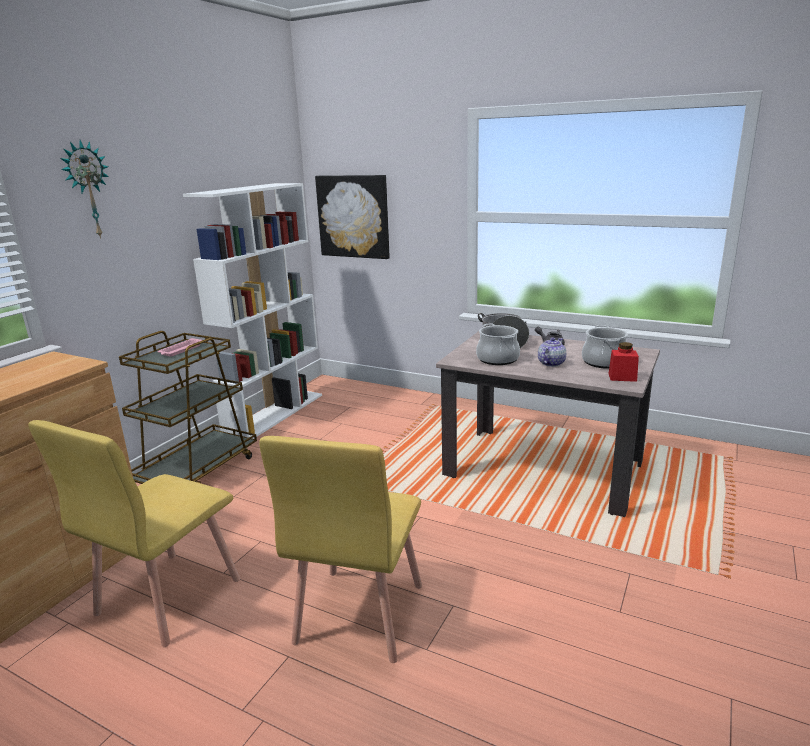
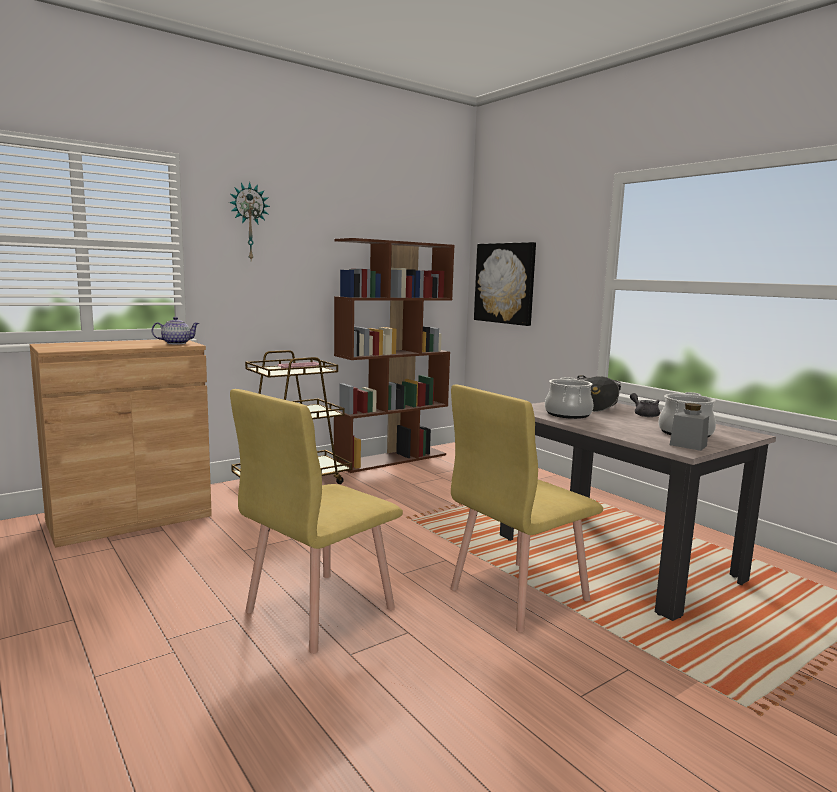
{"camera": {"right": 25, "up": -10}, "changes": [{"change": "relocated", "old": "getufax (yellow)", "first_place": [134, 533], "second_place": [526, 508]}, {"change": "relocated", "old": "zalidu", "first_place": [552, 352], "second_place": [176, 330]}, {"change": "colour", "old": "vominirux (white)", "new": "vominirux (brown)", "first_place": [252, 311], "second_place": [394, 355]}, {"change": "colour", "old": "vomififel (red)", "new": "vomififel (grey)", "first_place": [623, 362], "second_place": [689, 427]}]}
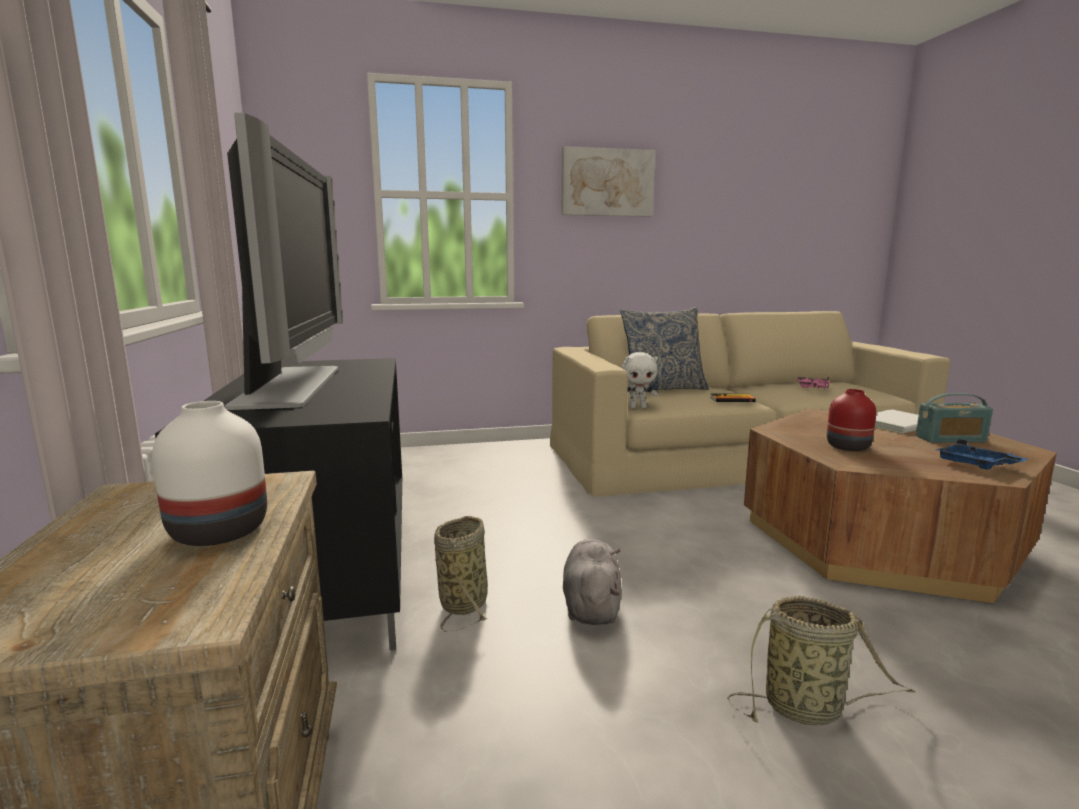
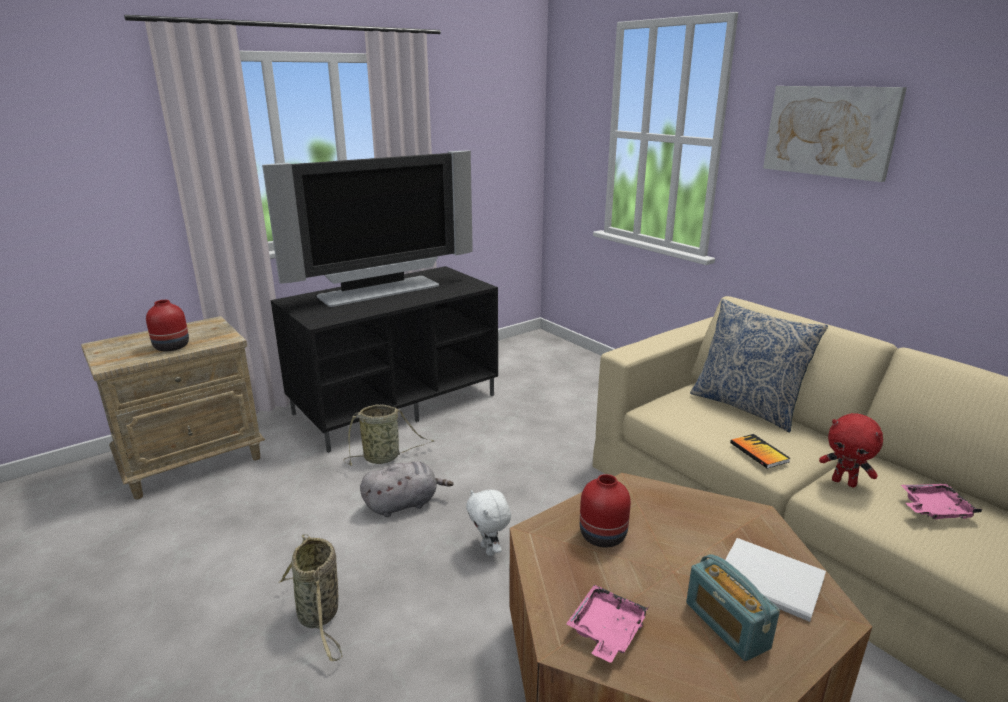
{"camera": {"right": 65, "up": 10}, "changes": [{"change": "appeared", "new": "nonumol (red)", "second_place": [851, 450]}, {"change": "relocated", "old": "nonumol (white)", "first_place": [640, 380], "second_place": [488, 523]}, {"change": "colour", "old": "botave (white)", "new": "botave (red)", "first_place": [209, 473], "second_place": [167, 325]}, {"change": "colour", "old": "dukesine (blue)", "new": "dukesine (pink)", "first_place": [982, 454], "second_place": [607, 624]}]}
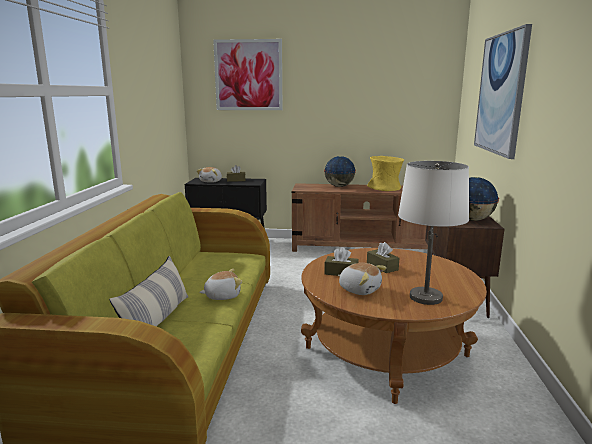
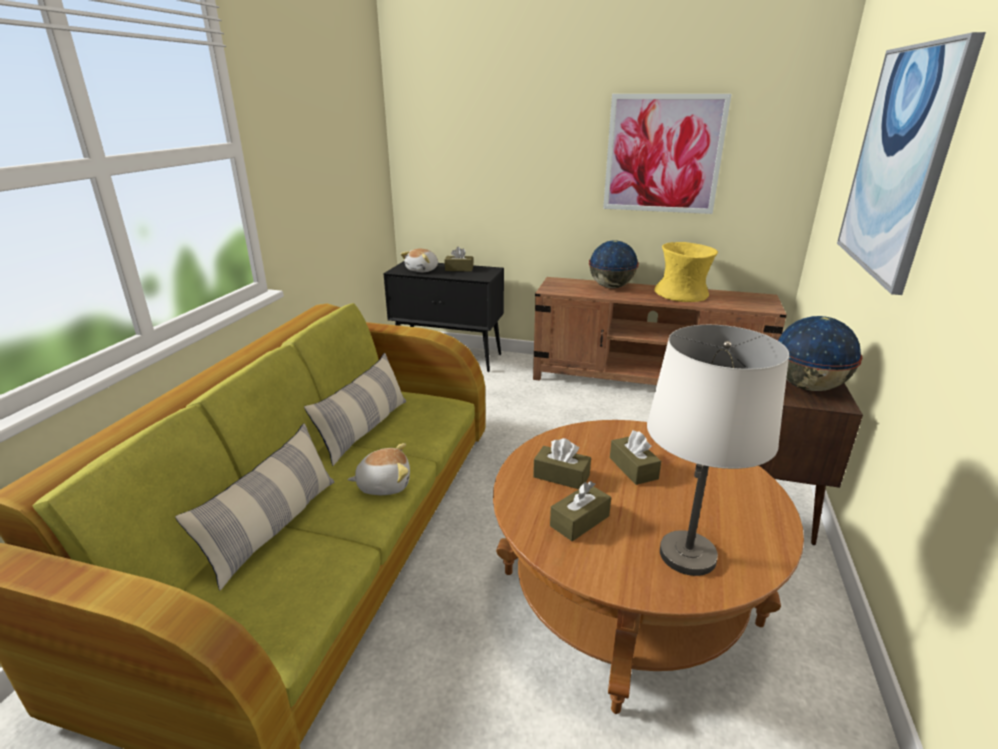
{"camera": {"right": 10, "up": 10}, "changes": [{"change": "appeared", "new": "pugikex", "second_place": [355, 409]}, {"change": "relocated", "old": "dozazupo", "first_place": [247, 74], "second_place": [667, 154]}, {"change": "exchanged", "old": "nonumol", "new": "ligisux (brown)", "first_place": [362, 279], "second_place": [580, 511]}]}
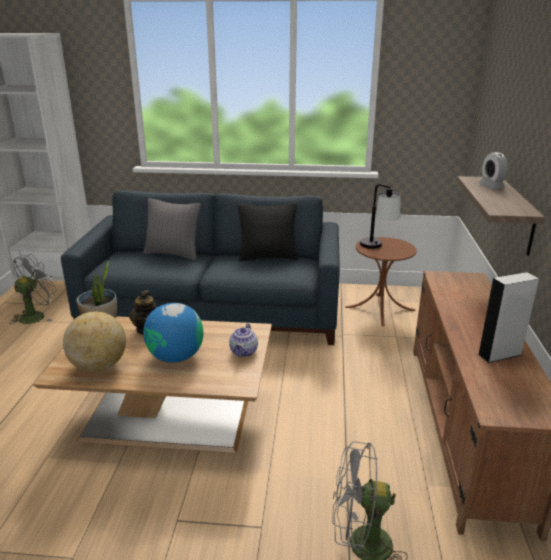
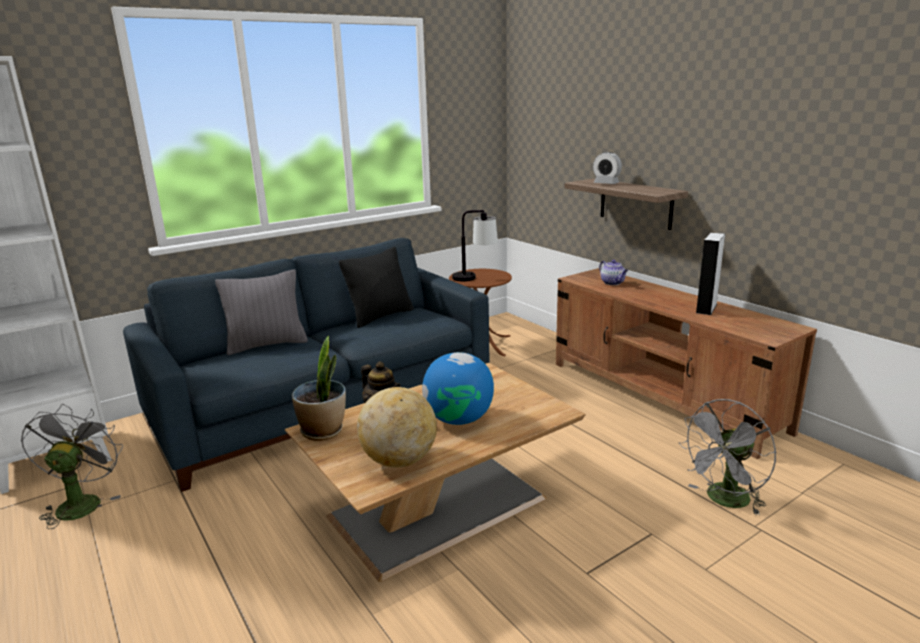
{"camera": {"right": -40, "up": -5}, "changes": [{"change": "relocated", "old": "zalidu", "first_place": [243, 340], "second_place": [613, 272]}]}
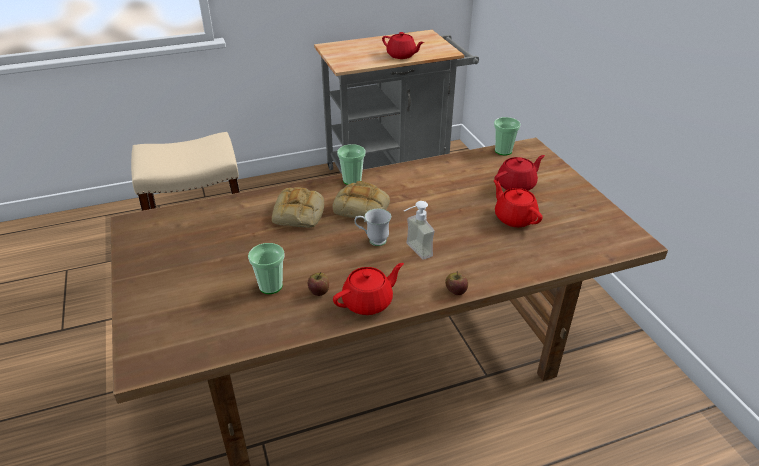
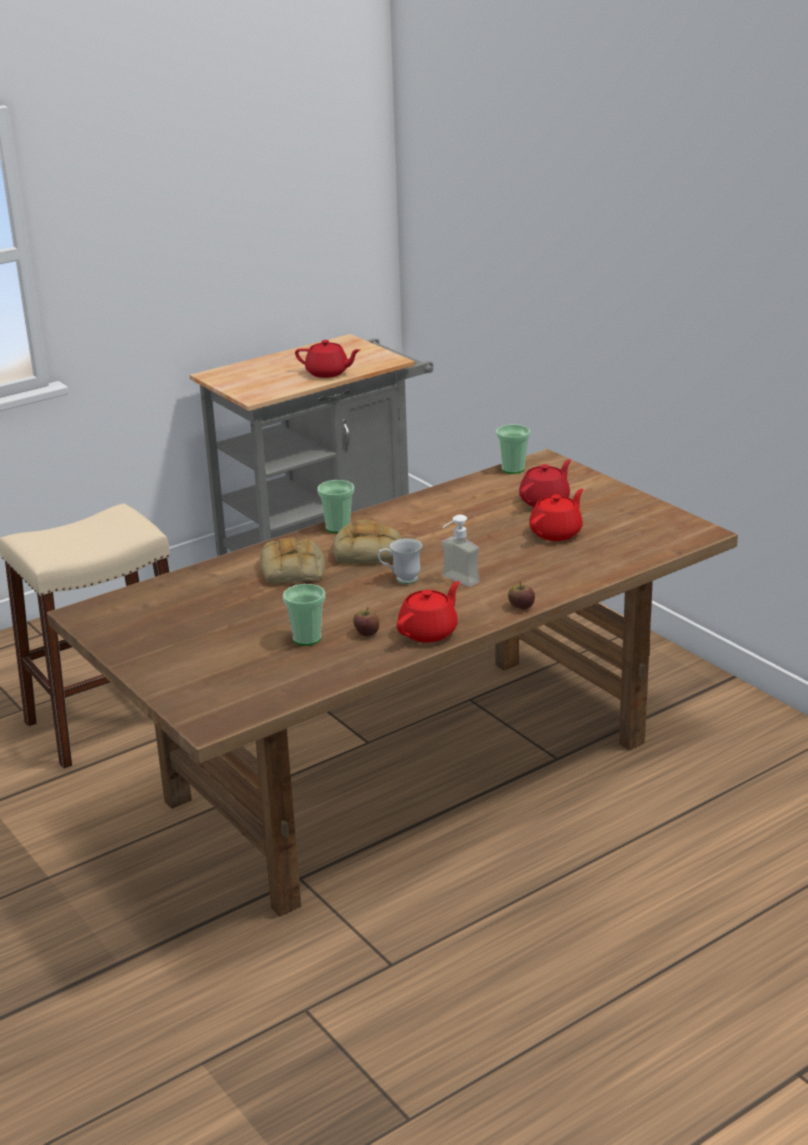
{"camera": {"right": -15, "up": -10}, "changes": [{"change": "spun", "old": "zalidu (red)", "first_place": [517, 203], "second_place": [556, 515], "degrees": 90}]}
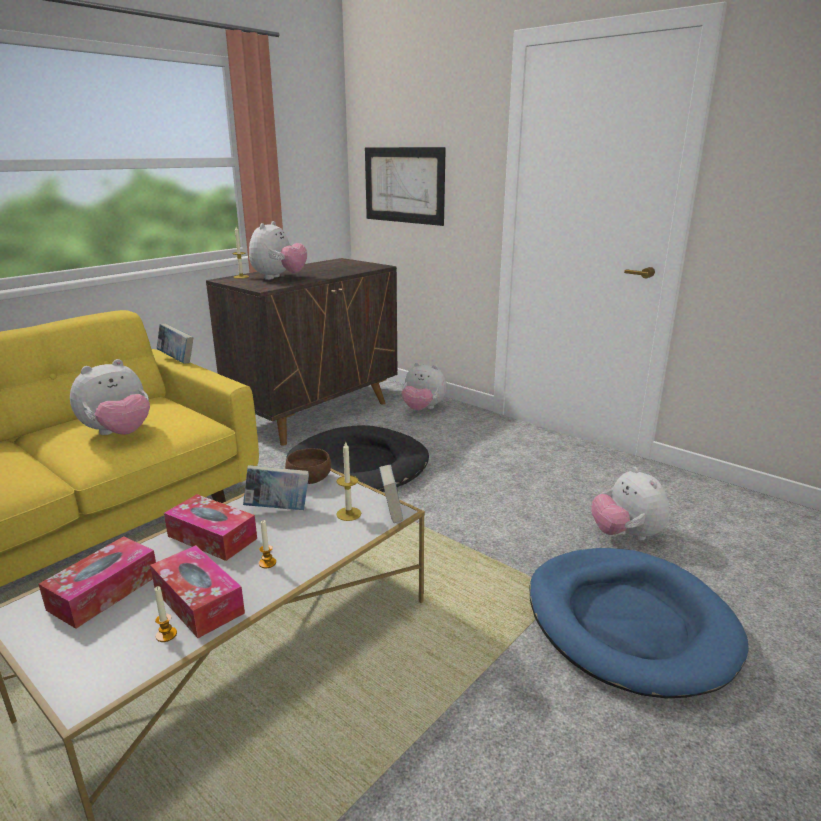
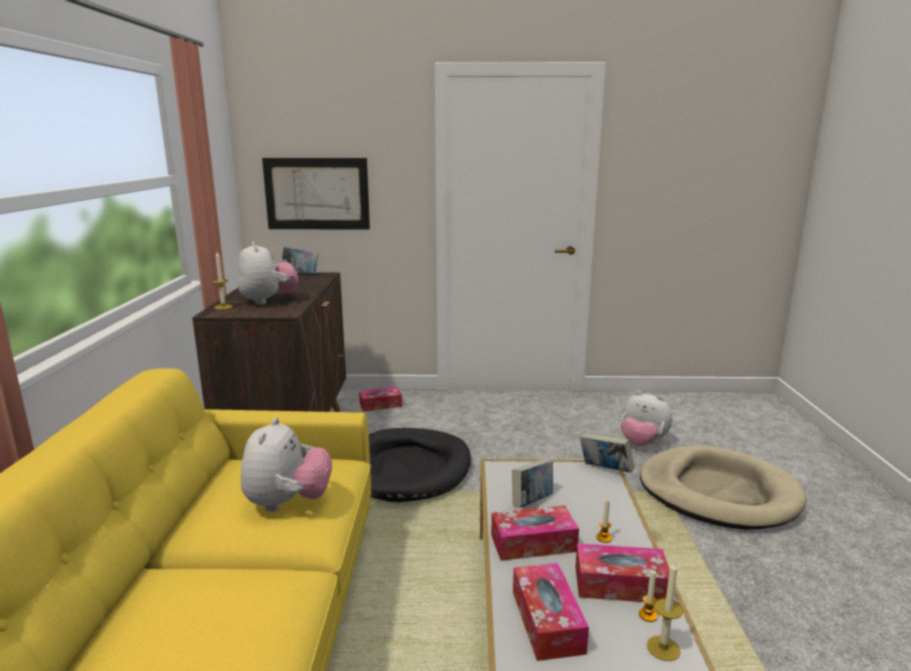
{"camera": {"right": -40, "up": -5}, "changes": [{"change": "missing", "old": "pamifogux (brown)", "first_place": [308, 466]}, {"change": "relocated", "old": "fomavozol", "first_place": [175, 344], "second_place": [300, 260]}, {"change": "relocated", "old": "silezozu", "first_place": [348, 481], "second_place": [665, 610]}, {"change": "exchanged", "old": "nonumol", "new": "ligisux", "first_place": [424, 387], "second_place": [380, 399]}, {"change": "colour", "old": "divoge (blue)", "new": "divoge (beige)", "first_place": [639, 623], "second_place": [723, 488]}]}
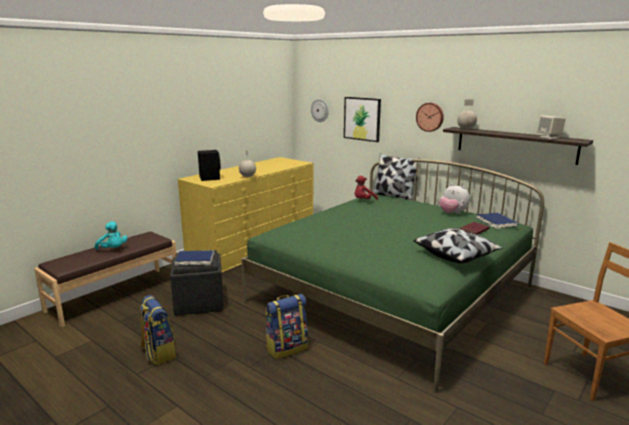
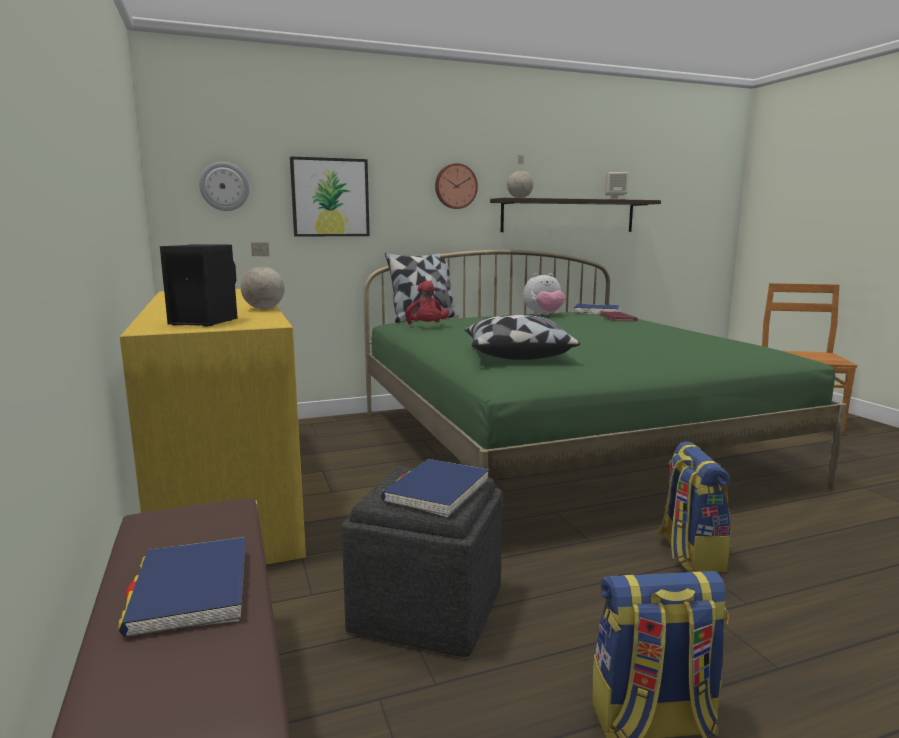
{"camera": {"right": -60, "up": -5}, "changes": [{"change": "relocated", "old": "pugikex", "first_place": [458, 245], "second_place": [522, 337]}, {"change": "exchanged", "old": "nonumol (turquoise)", "new": "fomavozol (blue)", "first_place": [111, 235], "second_place": [182, 587]}]}
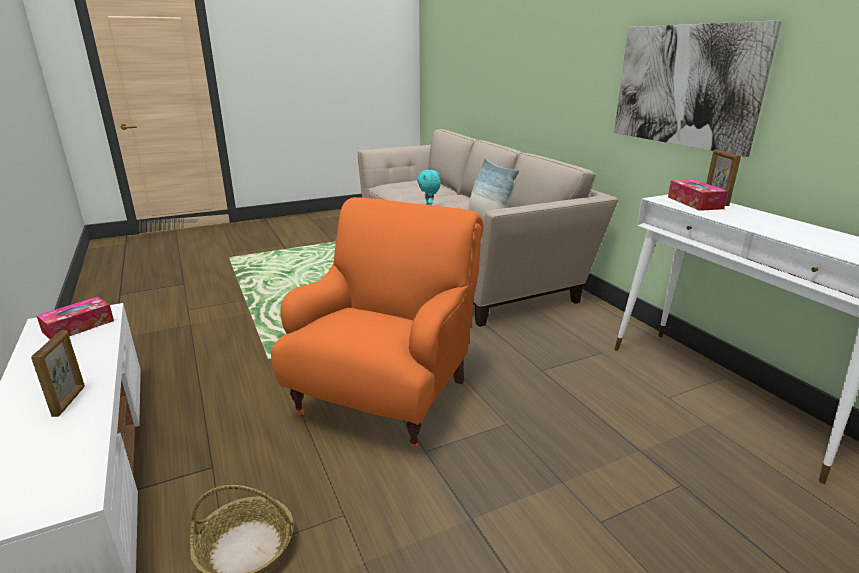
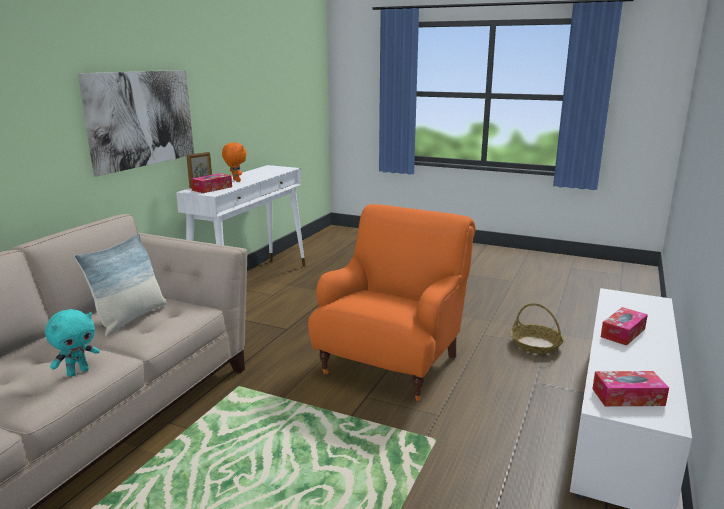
{"camera": {"right": -130, "up": -5}, "changes": [{"change": "appeared", "new": "nonumol (orange)", "second_place": [234, 162]}, {"change": "exchanged", "old": "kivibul", "new": "ligisux", "first_place": [58, 373], "second_place": [624, 326]}, {"change": "spun", "old": "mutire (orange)", "first_place": [377, 323], "second_place": [391, 302], "degrees": 135}]}
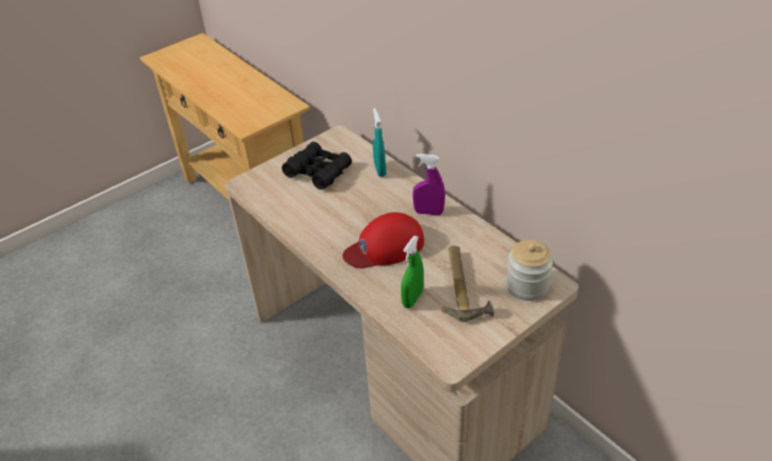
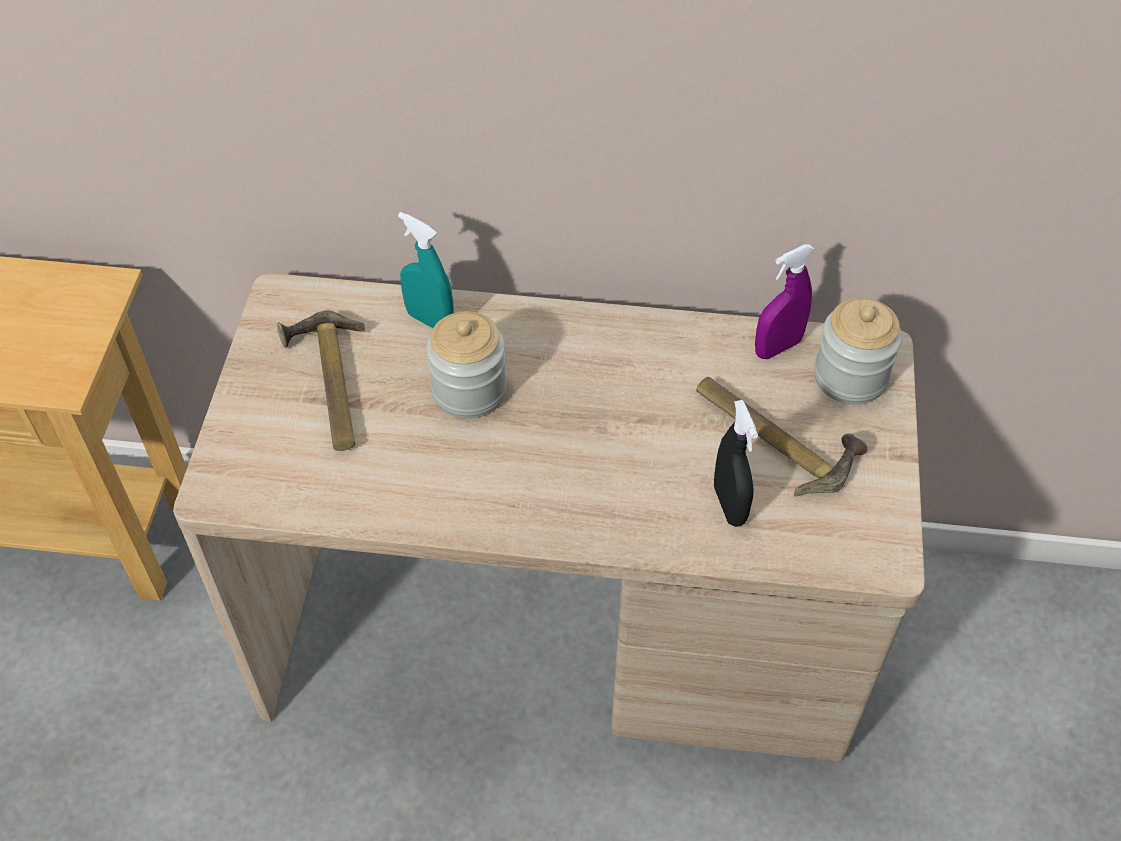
{"camera": {"right": -45, "up": 10}, "changes": [{"change": "missing", "old": "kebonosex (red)", "first_place": [383, 240]}, {"change": "appeared", "new": "vomififel", "second_place": [466, 365]}, {"change": "relocated", "old": "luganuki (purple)", "first_place": [429, 184], "second_place": [785, 301]}, {"change": "exchanged", "old": "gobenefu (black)", "new": "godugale", "first_place": [317, 166], "second_place": [321, 380]}, {"change": "colour", "old": "luganuki (green)", "new": "luganuki (black)", "first_place": [412, 272], "second_place": [736, 463]}]}
